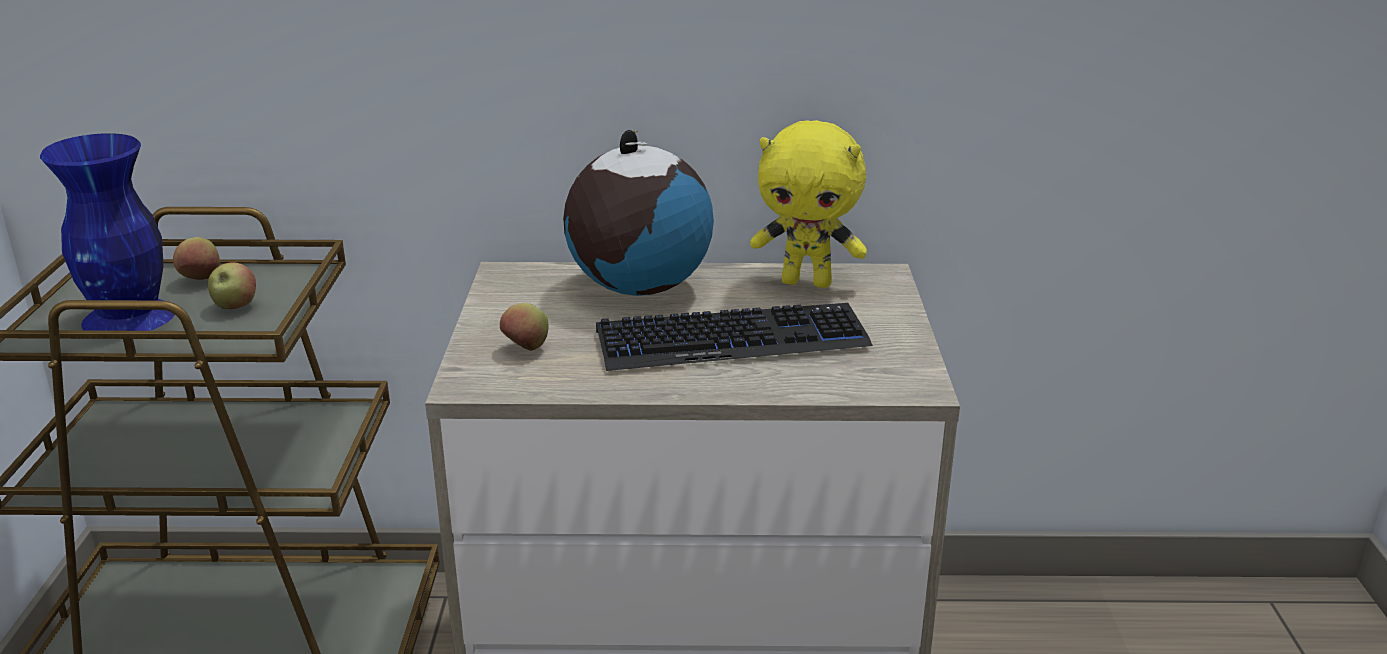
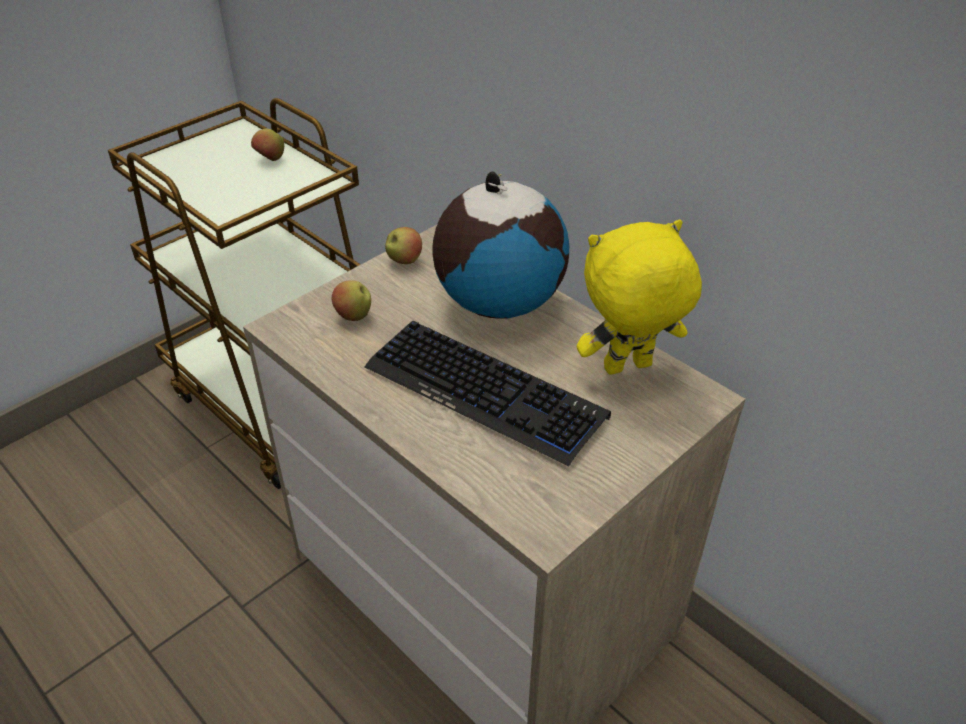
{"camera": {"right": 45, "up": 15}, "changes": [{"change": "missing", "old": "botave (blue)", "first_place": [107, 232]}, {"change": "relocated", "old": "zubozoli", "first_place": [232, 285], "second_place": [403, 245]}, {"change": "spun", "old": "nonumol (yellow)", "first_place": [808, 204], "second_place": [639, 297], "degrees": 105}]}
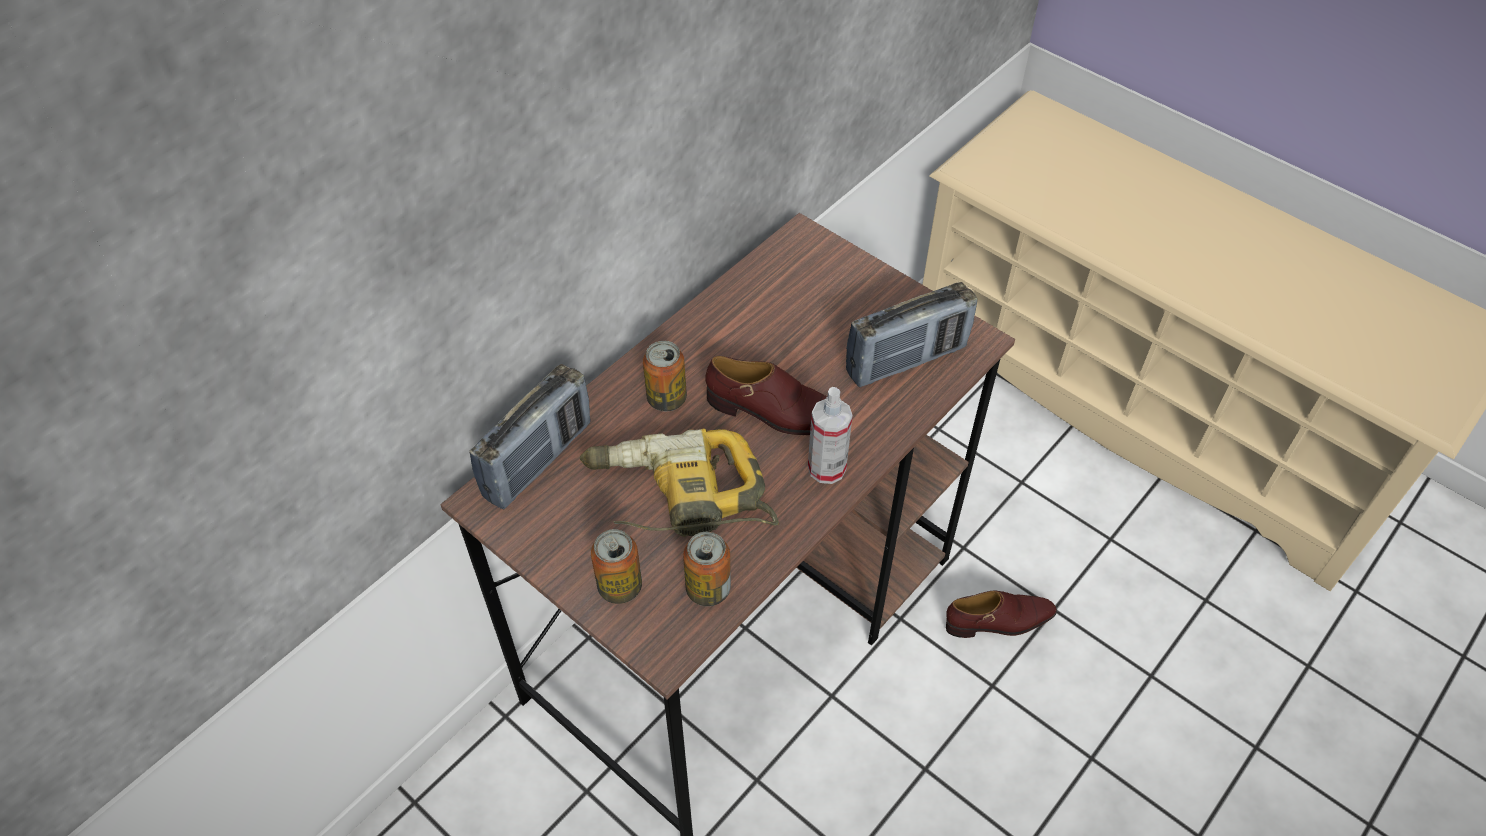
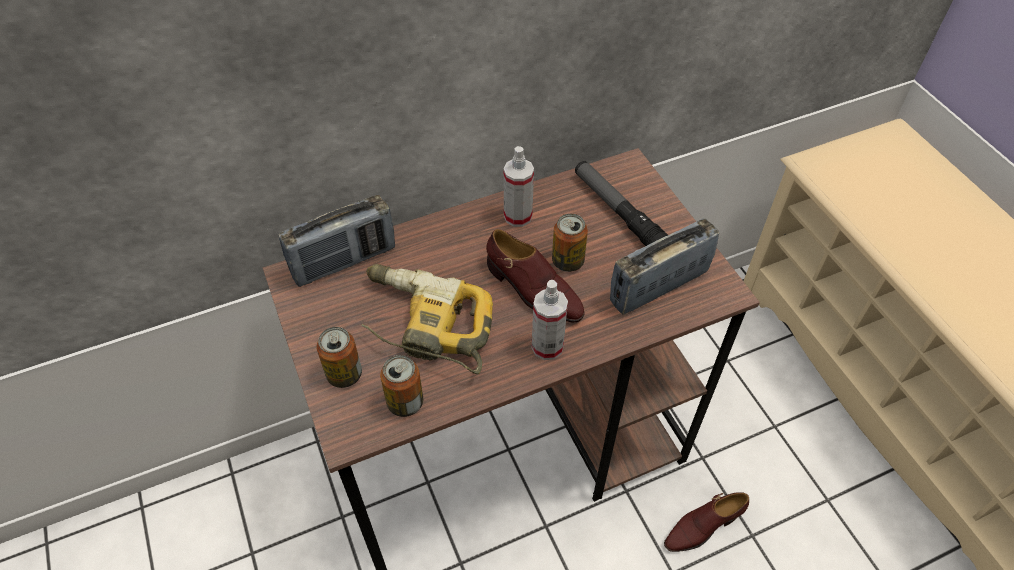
{"camera": {"right": 25, "up": 0}, "changes": [{"change": "appeared", "new": "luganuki", "second_place": [519, 186]}, {"change": "appeared", "new": "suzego", "second_place": [621, 203]}, {"change": "relocated", "old": "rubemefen", "first_place": [665, 376], "second_place": [570, 243]}, {"change": "spun", "old": "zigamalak", "first_place": [911, 334], "second_place": [664, 266], "degrees": 150}, {"change": "spun", "old": "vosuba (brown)", "first_place": [1001, 614], "second_place": [706, 522], "degrees": 135}]}
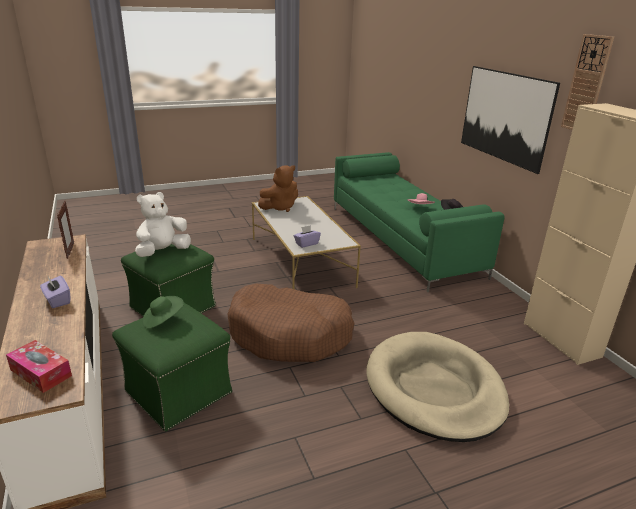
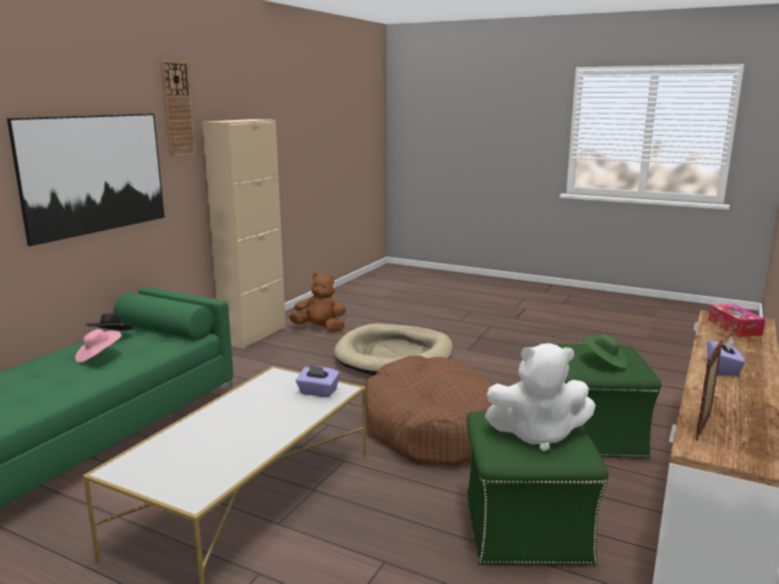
{"camera": {"right": -130, "up": -10}, "changes": [{"change": "relocated", "old": "nonumol (brown)", "first_place": [278, 188], "second_place": [317, 302]}]}
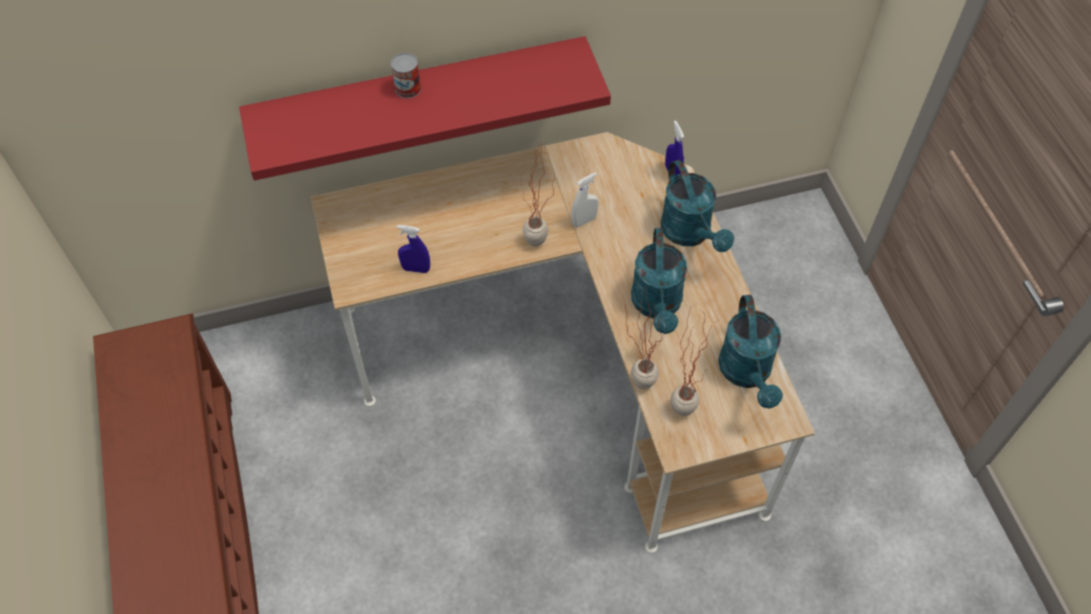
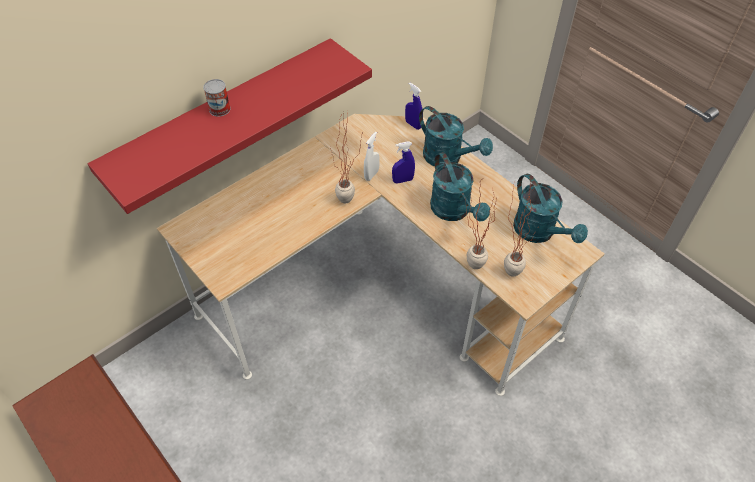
{"camera": {"right": -25, "up": -5}, "changes": [{"change": "relocated", "old": "luganuki (blue)", "first_place": [413, 249], "second_place": [403, 162]}]}
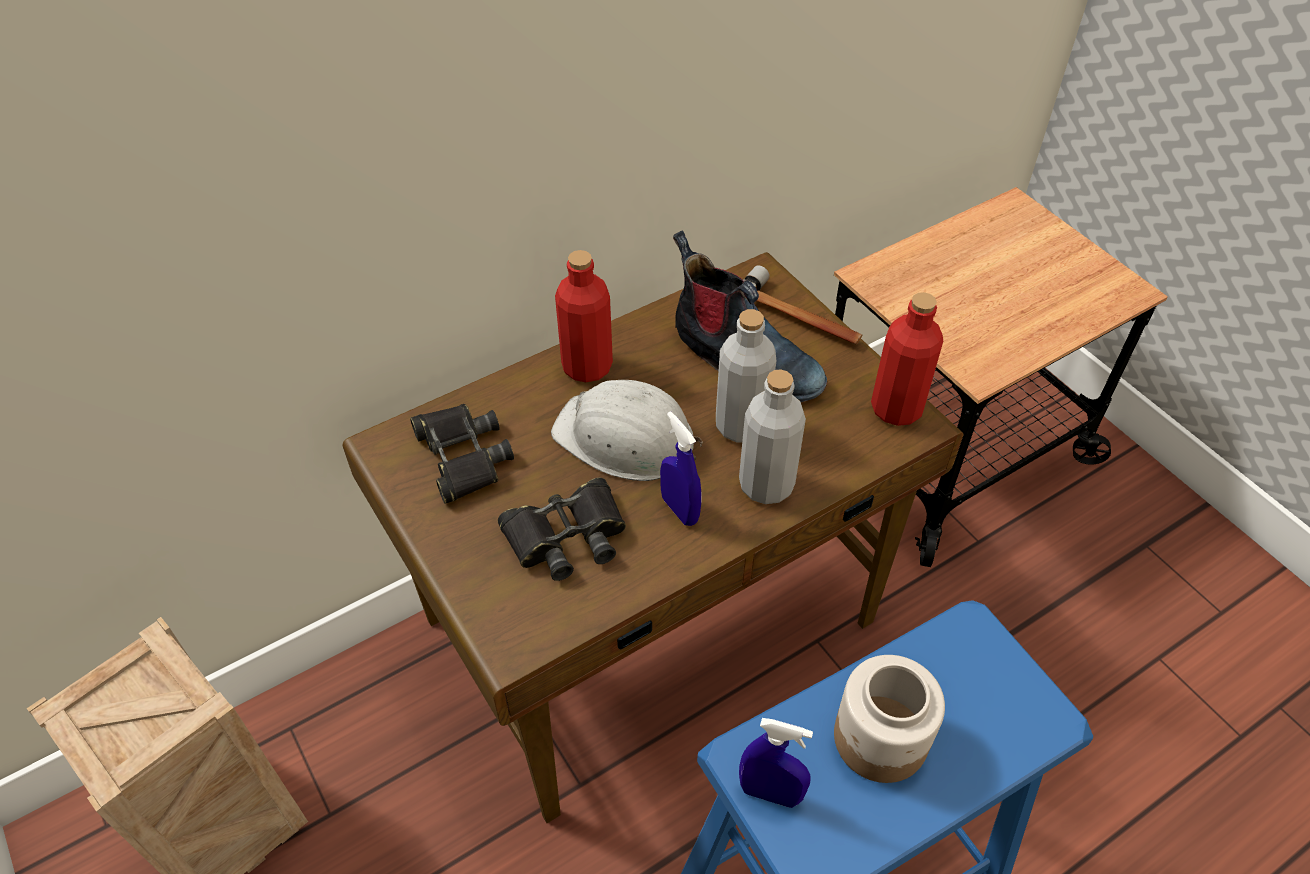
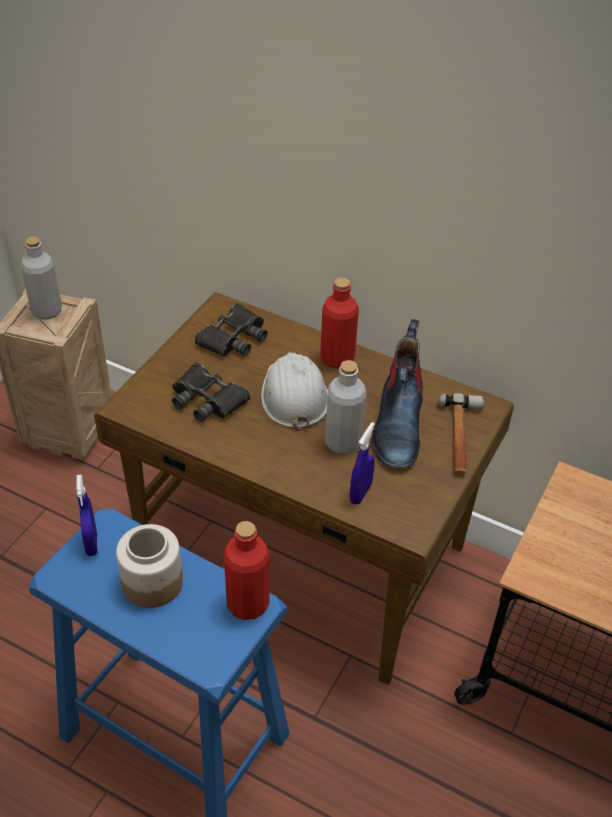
{"camera": {"right": 60, "up": -5}, "changes": [{"change": "relocated", "old": "luganuki (blue)", "first_place": [680, 468], "second_place": [362, 463]}, {"change": "relocated", "old": "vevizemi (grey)", "first_place": [772, 436], "second_place": [41, 278]}, {"change": "relocated", "old": "vevizemi (red)", "first_place": [907, 359], "second_place": [247, 570]}]}
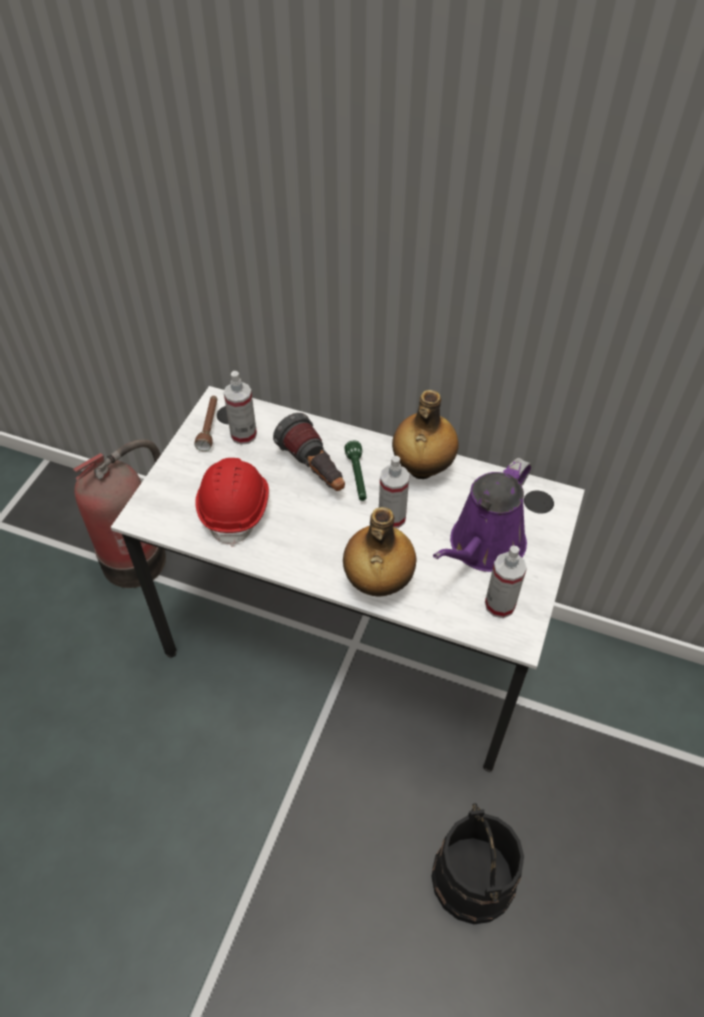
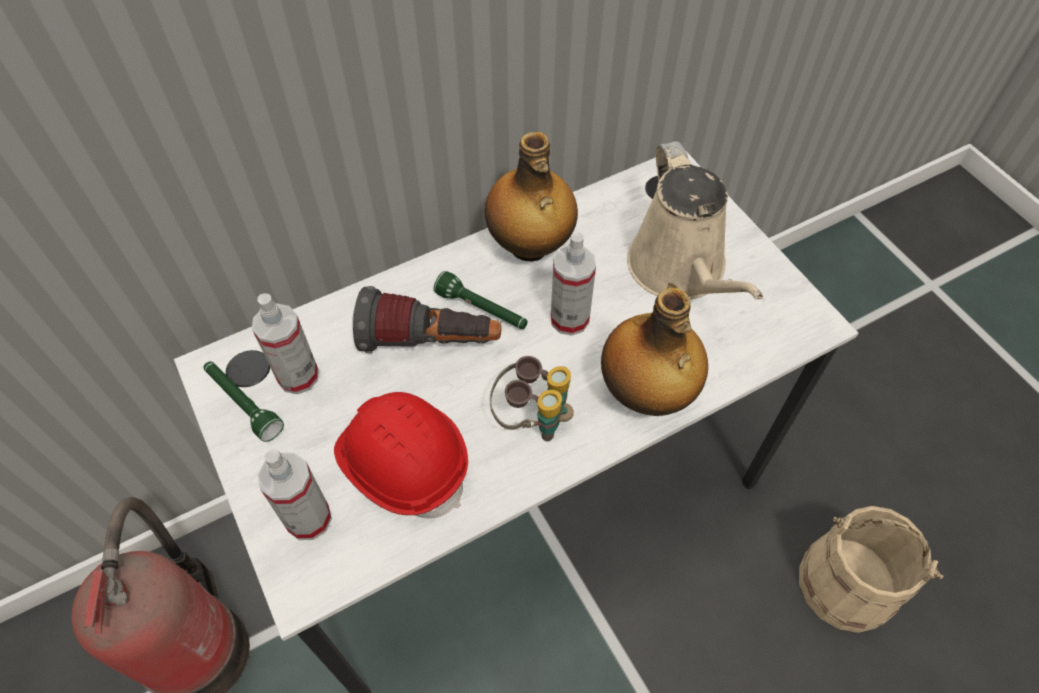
{"camera": {"right": -50, "up": 5}, "changes": [{"change": "appeared", "new": "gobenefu", "second_place": [532, 398]}, {"change": "relocated", "old": "luganuki", "first_place": [506, 582], "second_place": [294, 494]}, {"change": "colour", "old": "suzego (brown)", "new": "suzego (green)", "first_place": [205, 423], "second_place": [244, 401]}, {"change": "colour", "old": "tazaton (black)", "new": "tazaton (beige)", "first_place": [478, 863], "second_place": [871, 569]}, {"change": "colour", "old": "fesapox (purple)", "new": "fesapox (beige)", "first_place": [482, 515], "second_place": [695, 220]}]}
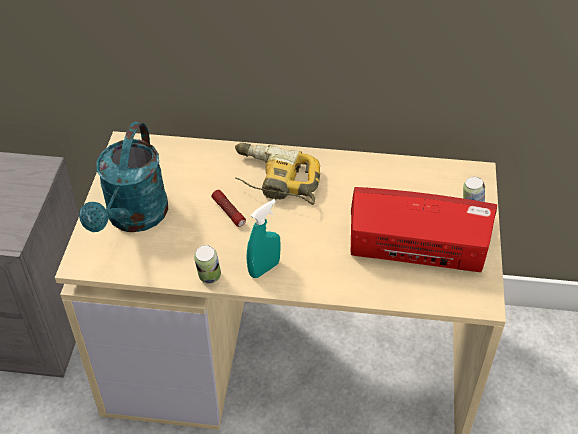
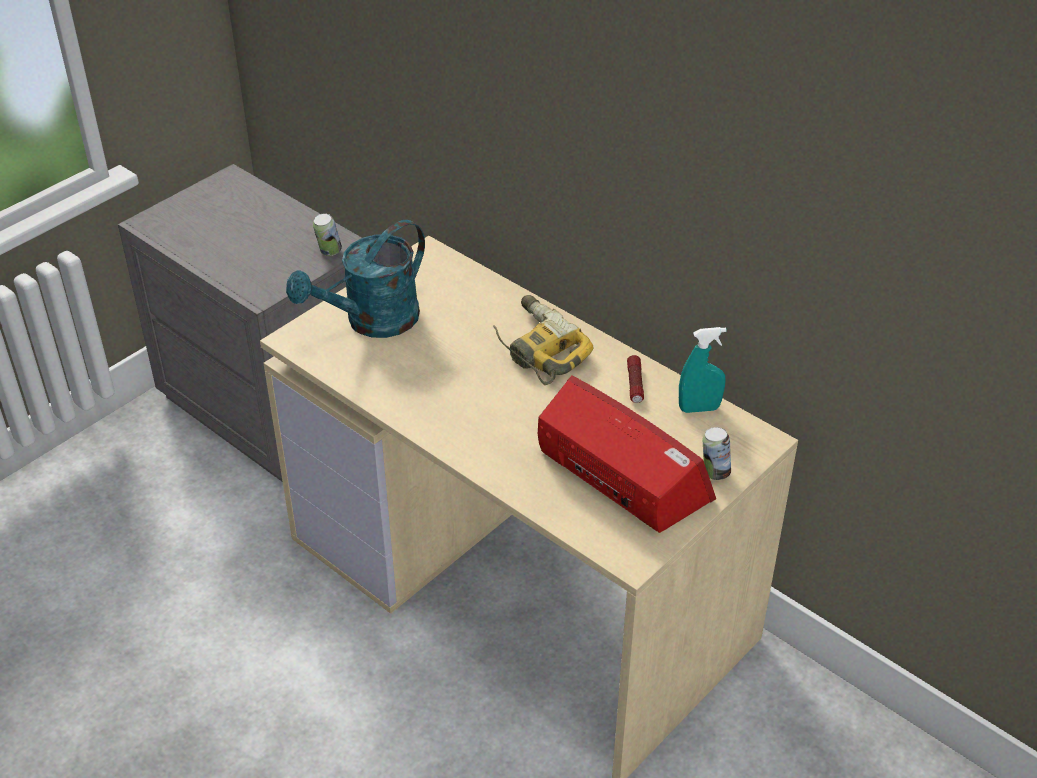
{"camera": {"right": 35, "up": -5}, "changes": [{"change": "relocated", "old": "rubemefen", "first_place": [207, 264], "second_place": [327, 234]}, {"change": "relocated", "old": "suzego", "first_place": [229, 208], "second_place": [635, 379]}, {"change": "relocated", "old": "luganuki (turquoise)", "first_place": [263, 238], "second_place": [703, 370]}]}
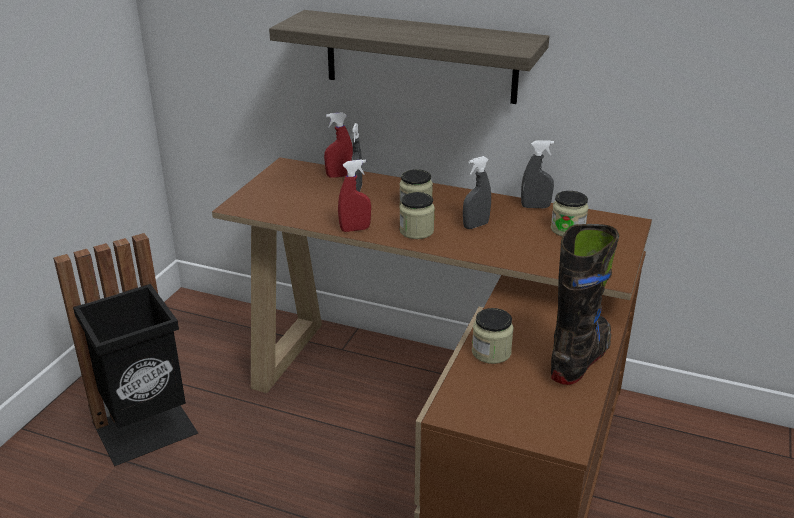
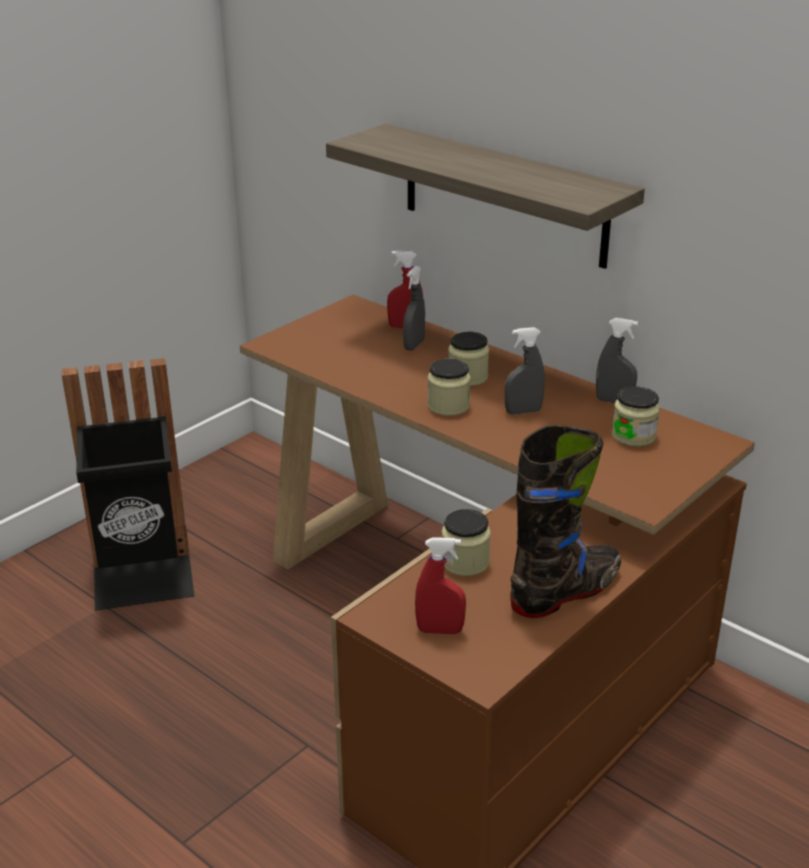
{"camera": {"right": 20, "up": 0}, "changes": [{"change": "relocated", "old": "luganuki (red)", "first_place": [354, 195], "second_place": [440, 585]}]}
